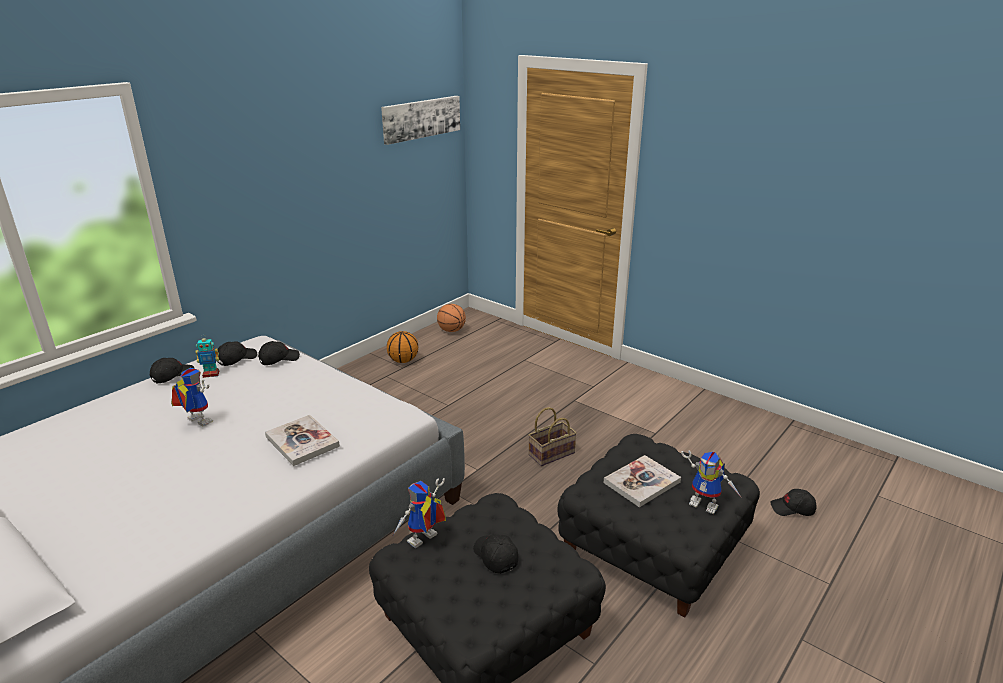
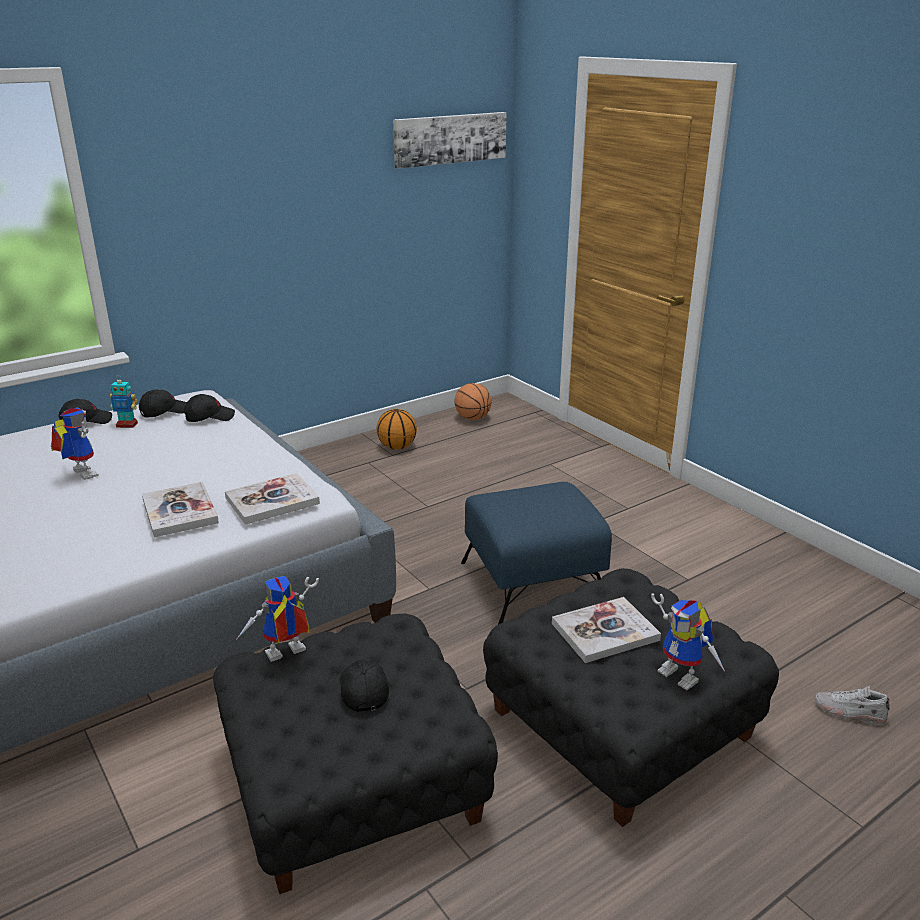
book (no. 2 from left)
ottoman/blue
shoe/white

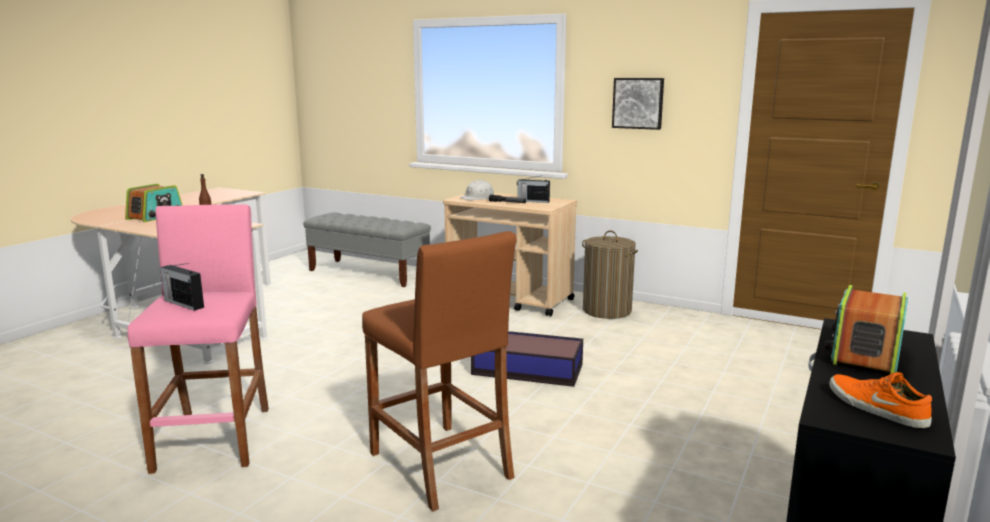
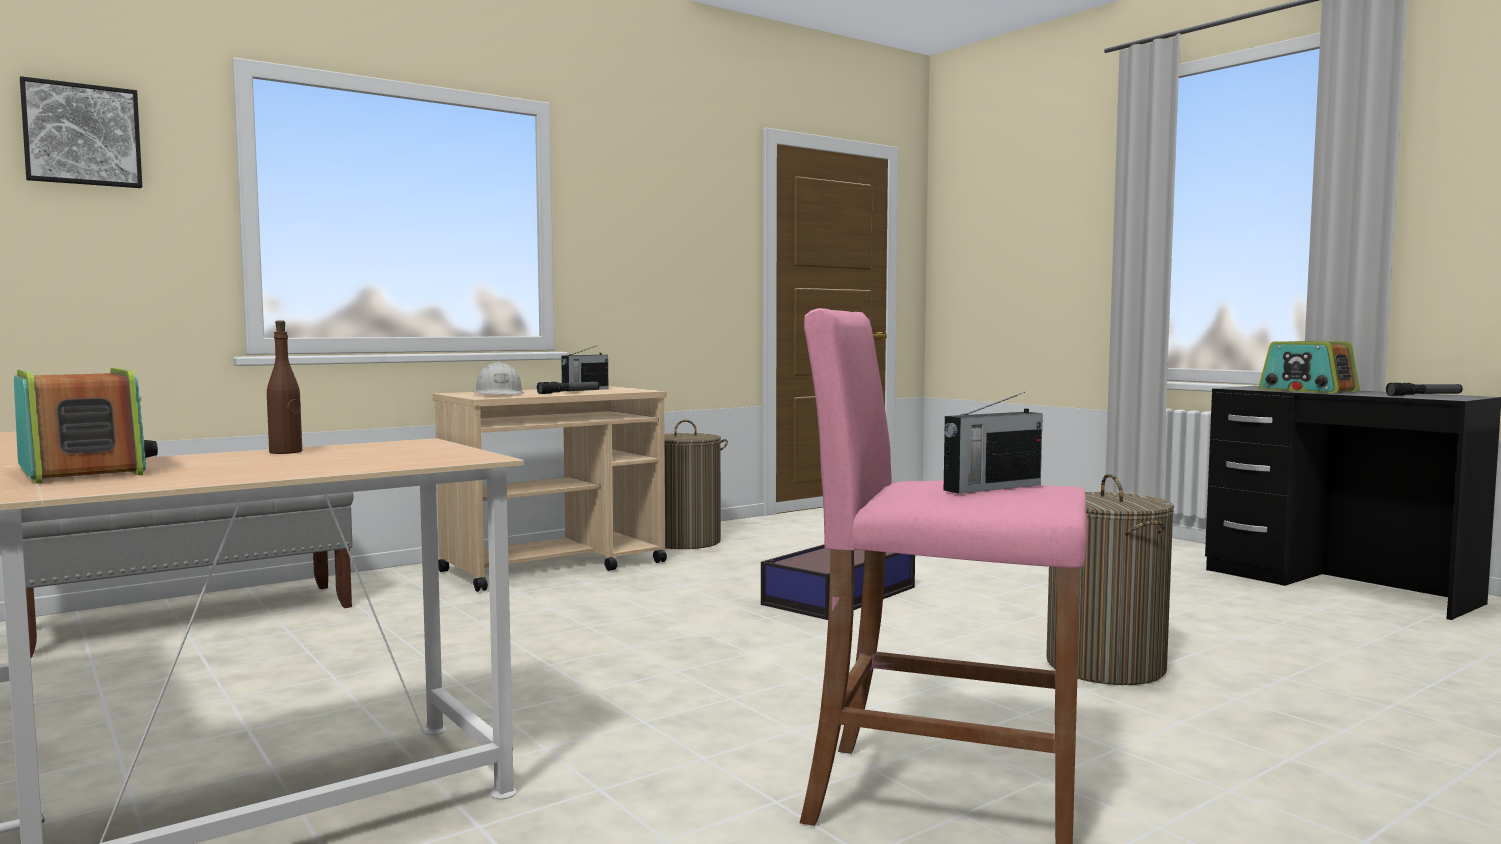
picture
laundry basket (no. 2 from left)
flashlight (no. 2 from left)

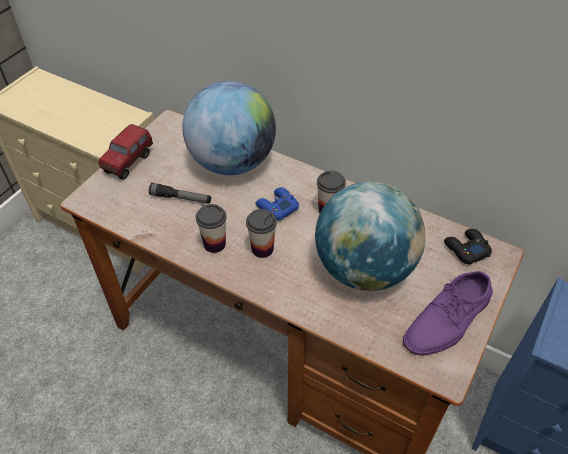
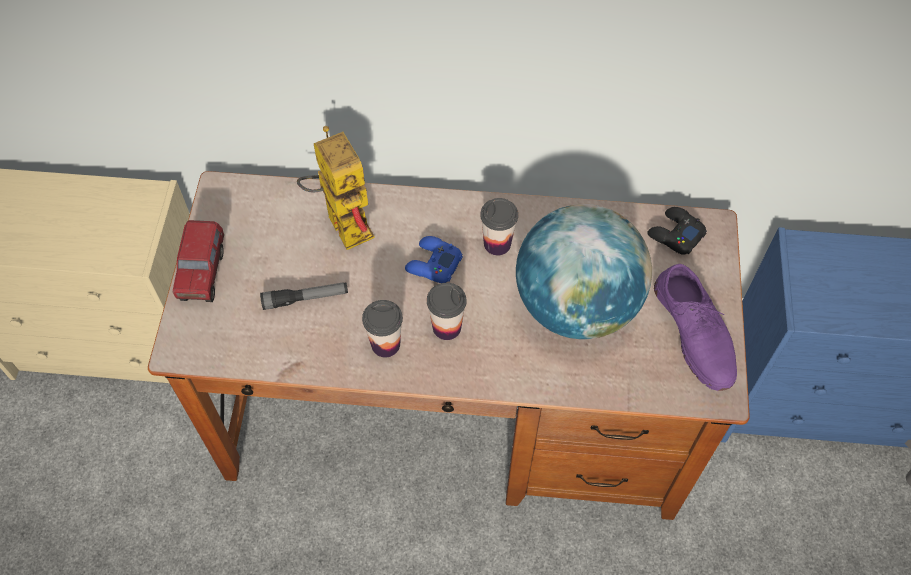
toy robot
shoe/purple

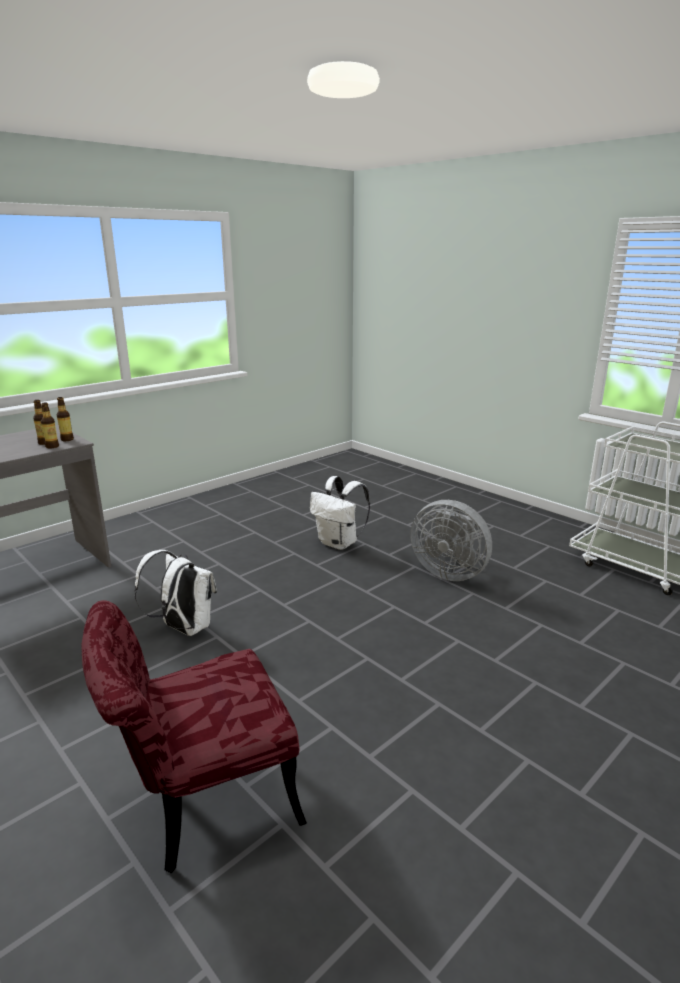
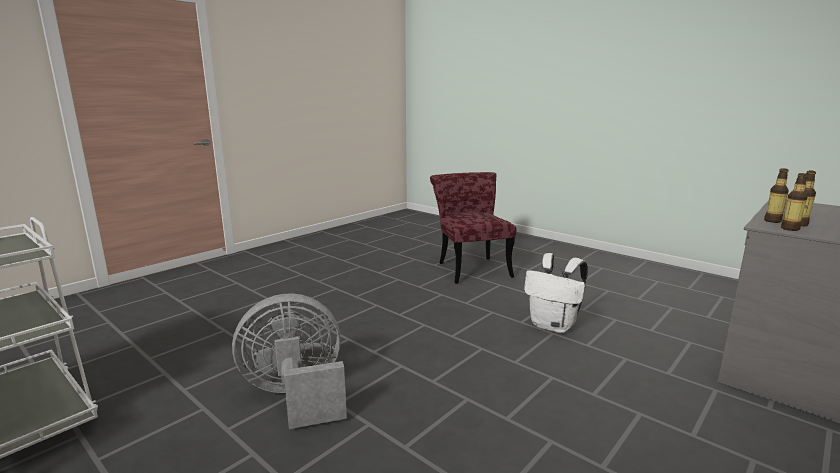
backpack/white (no. 2 from left in the first image)
chair/red
fan/grey

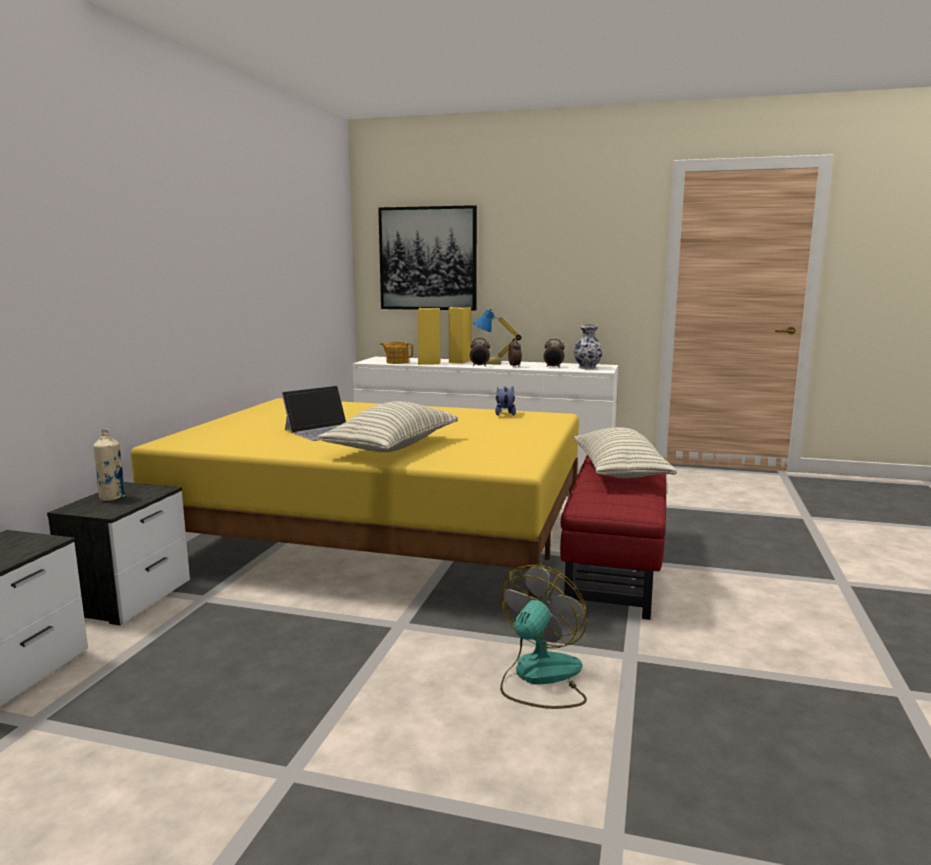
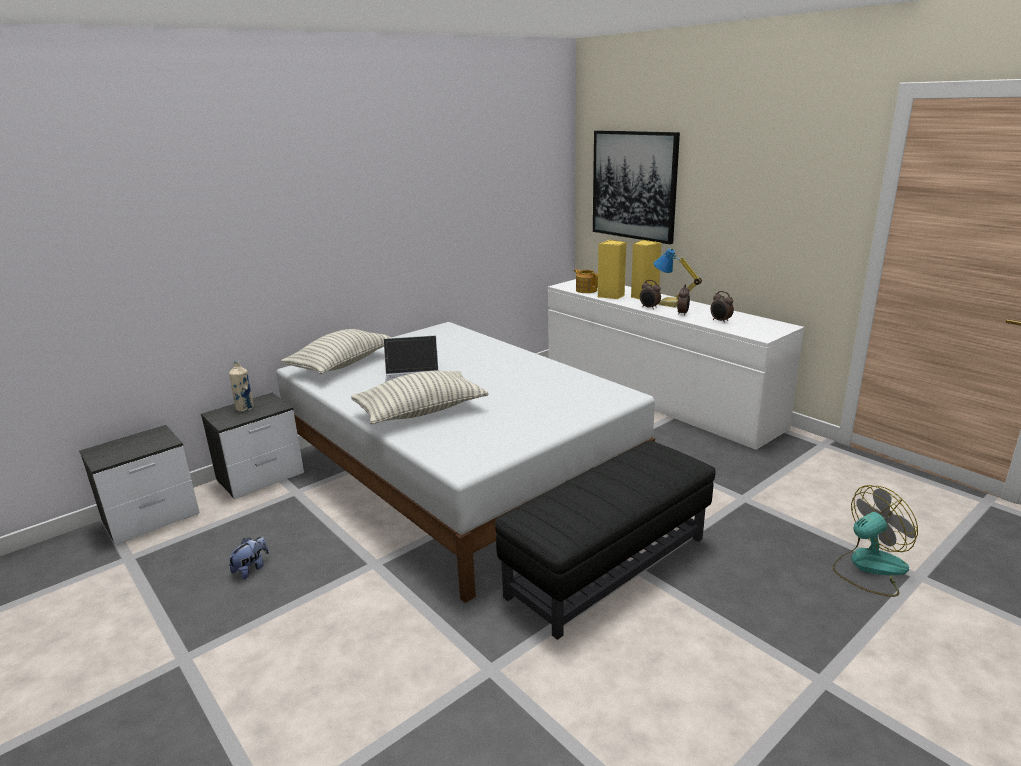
vase
plush toy
fan
pillow (no. 1 from left)
bed/white
ottoman/black

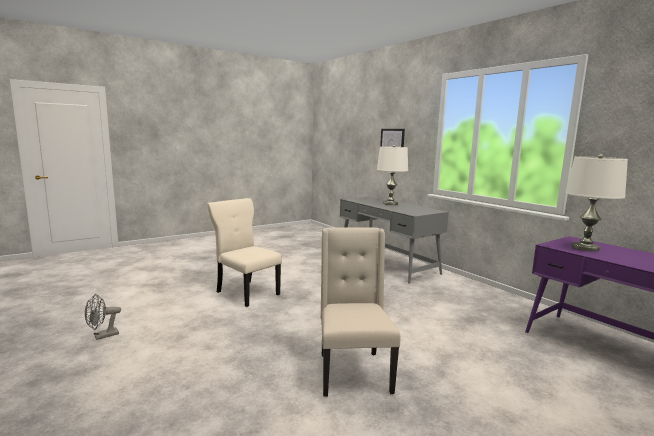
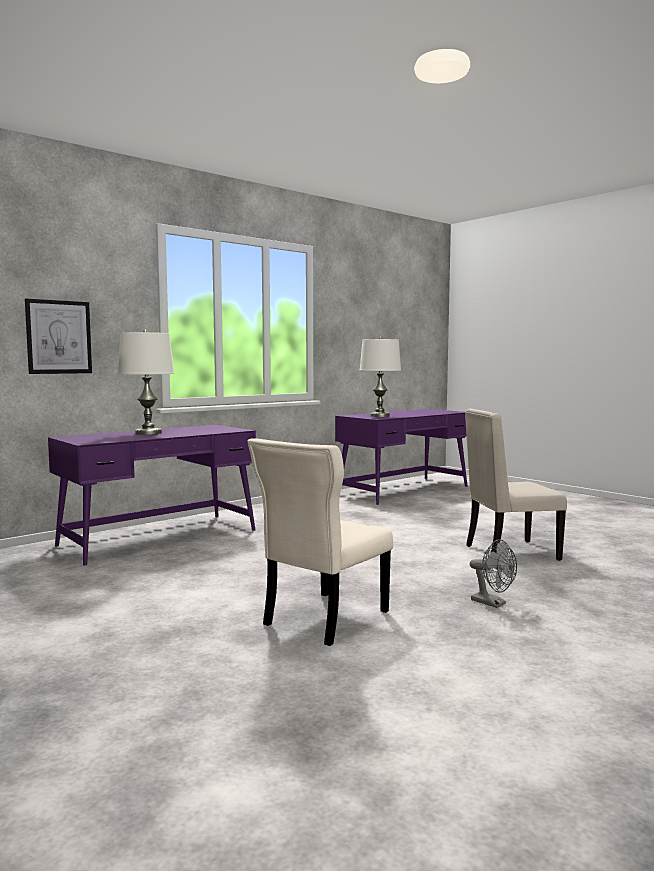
fan/grey
desk/purple (no. 1 from left)

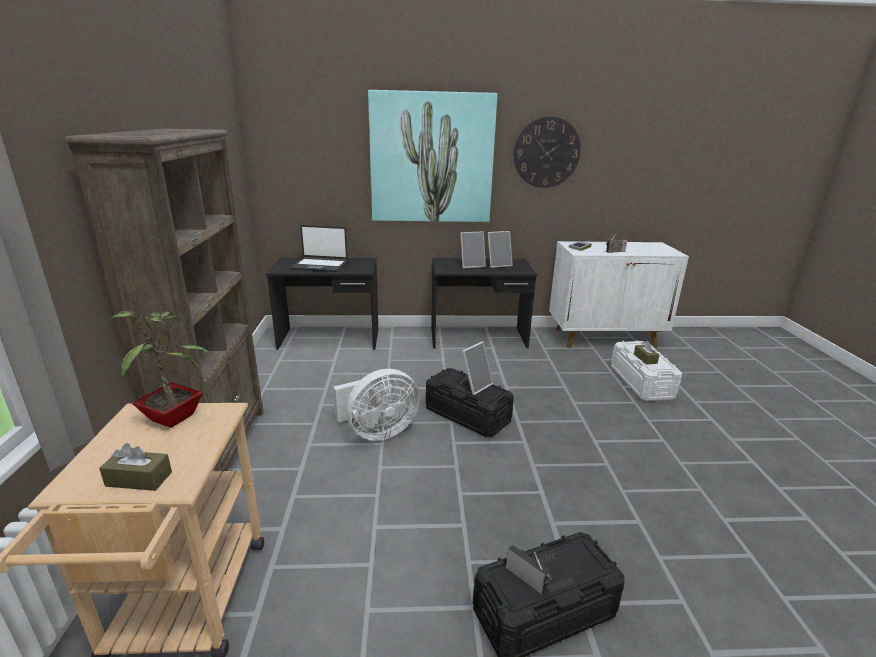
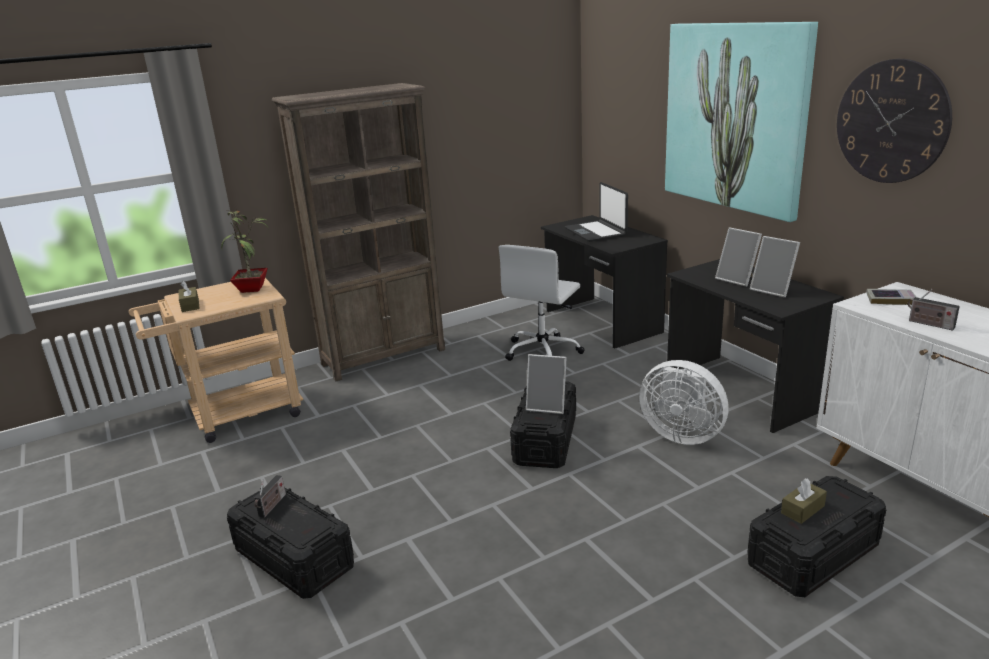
office chair/white
fan/white
storage box/black (no. 3 from left)

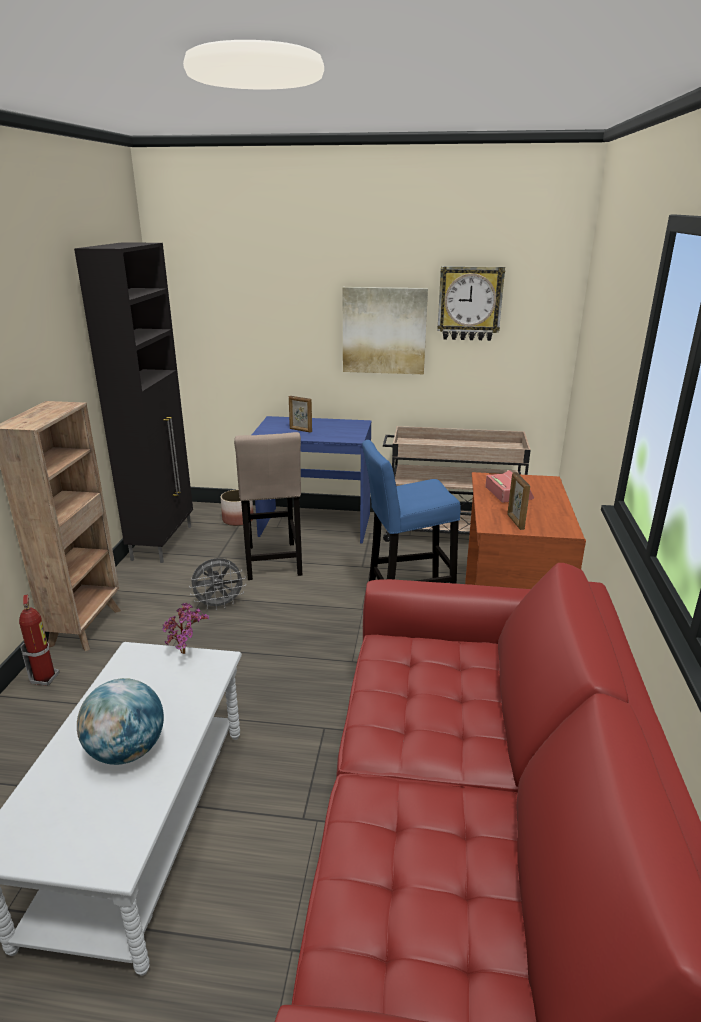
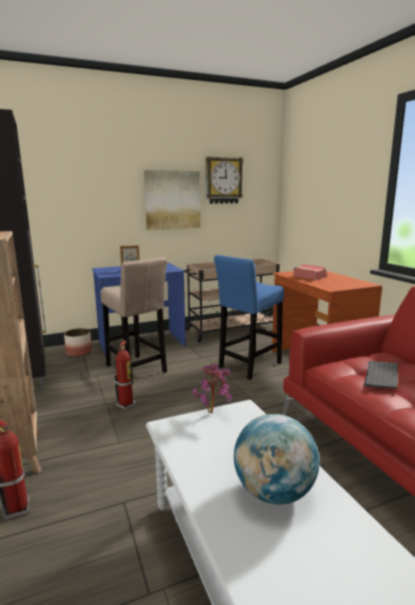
picture frame (no. 2 from left in the first image)
keyboard
fire extinguisher (no. 2 from left)

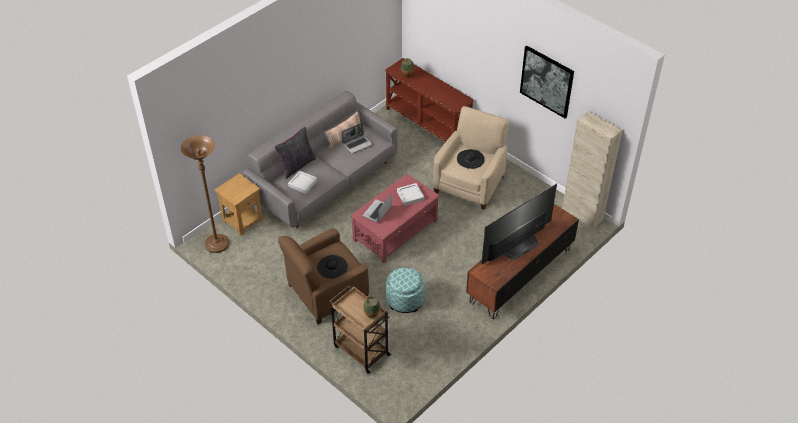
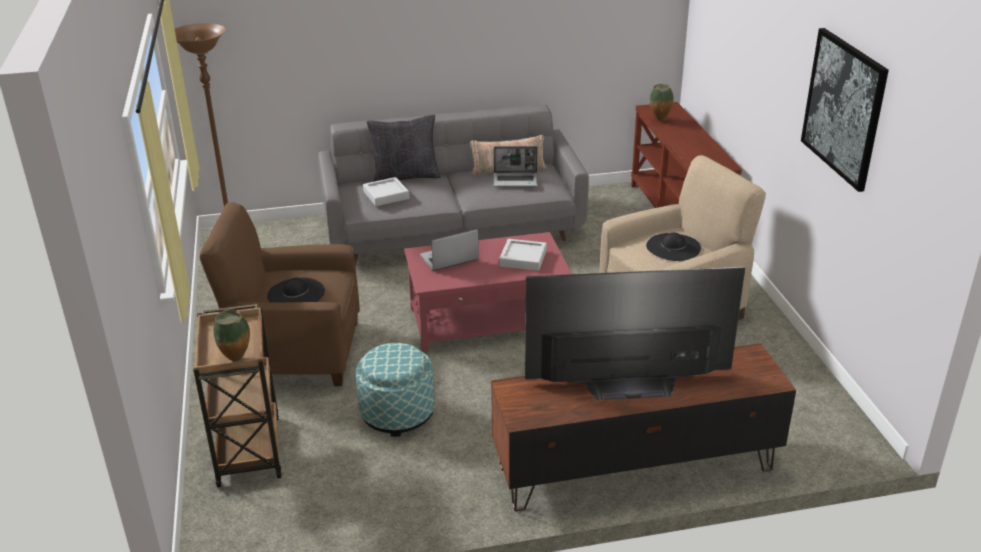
side table/brown
cabinet/beige

